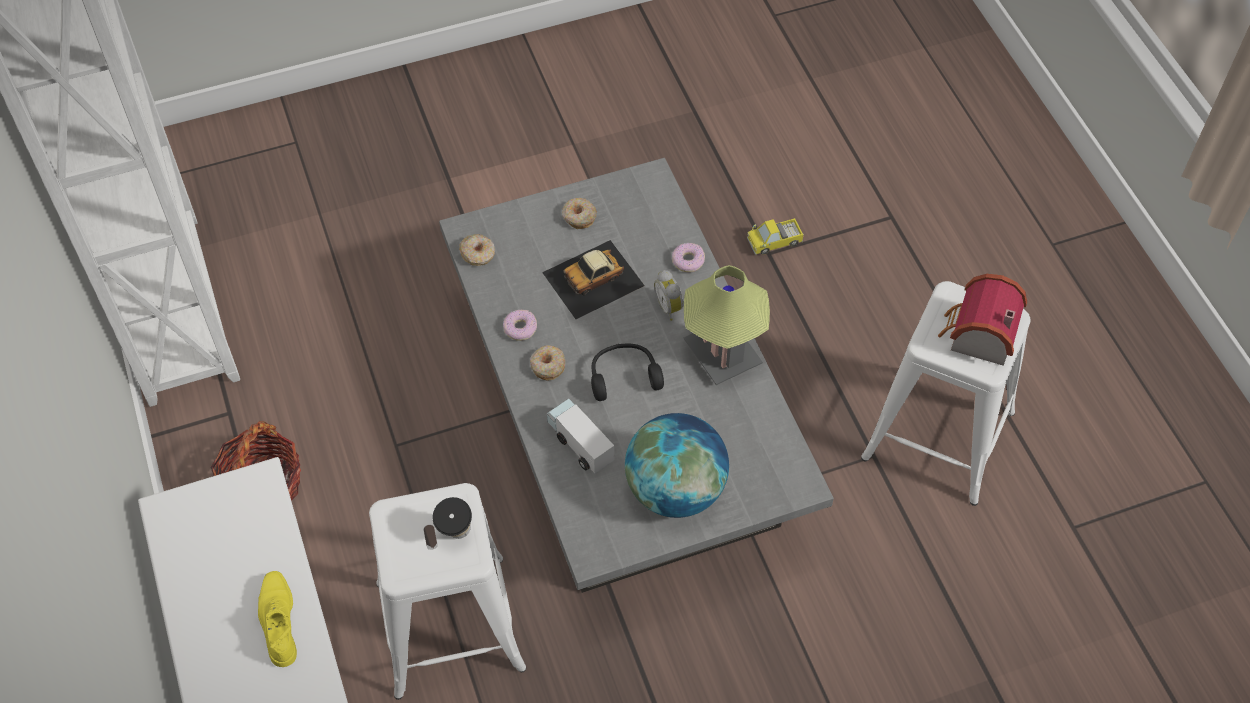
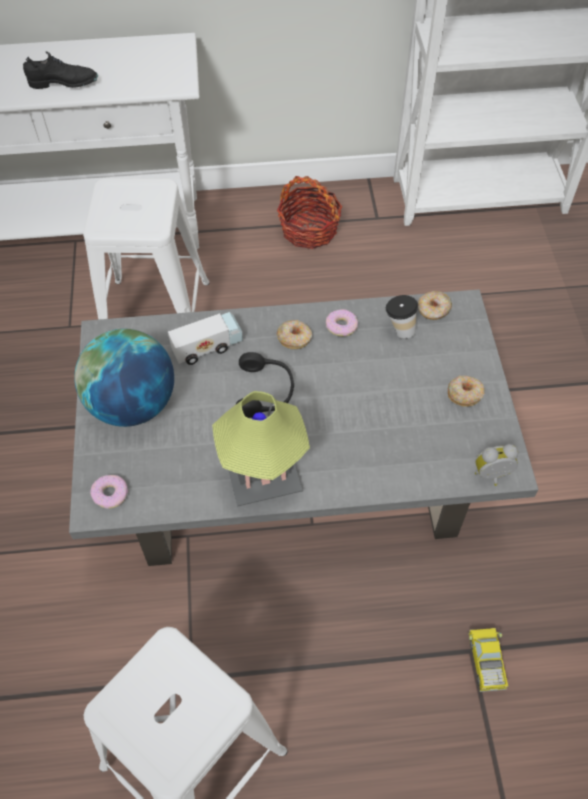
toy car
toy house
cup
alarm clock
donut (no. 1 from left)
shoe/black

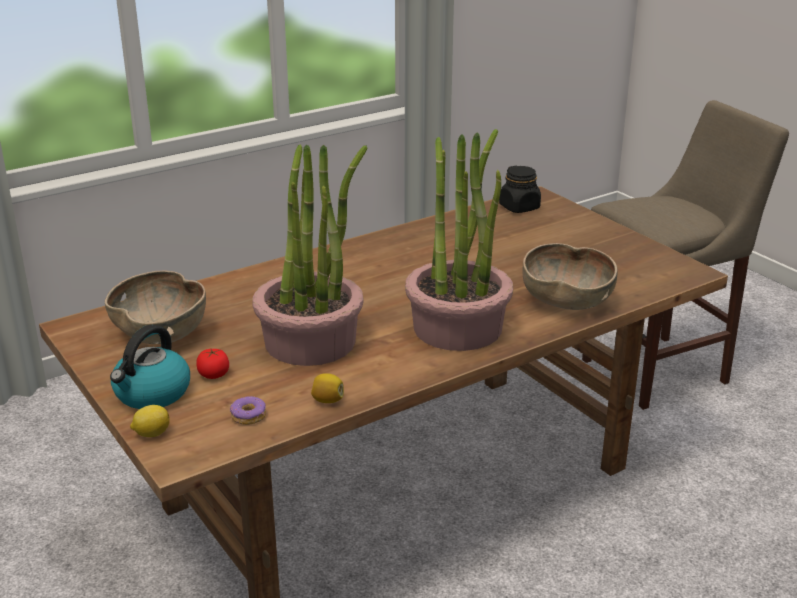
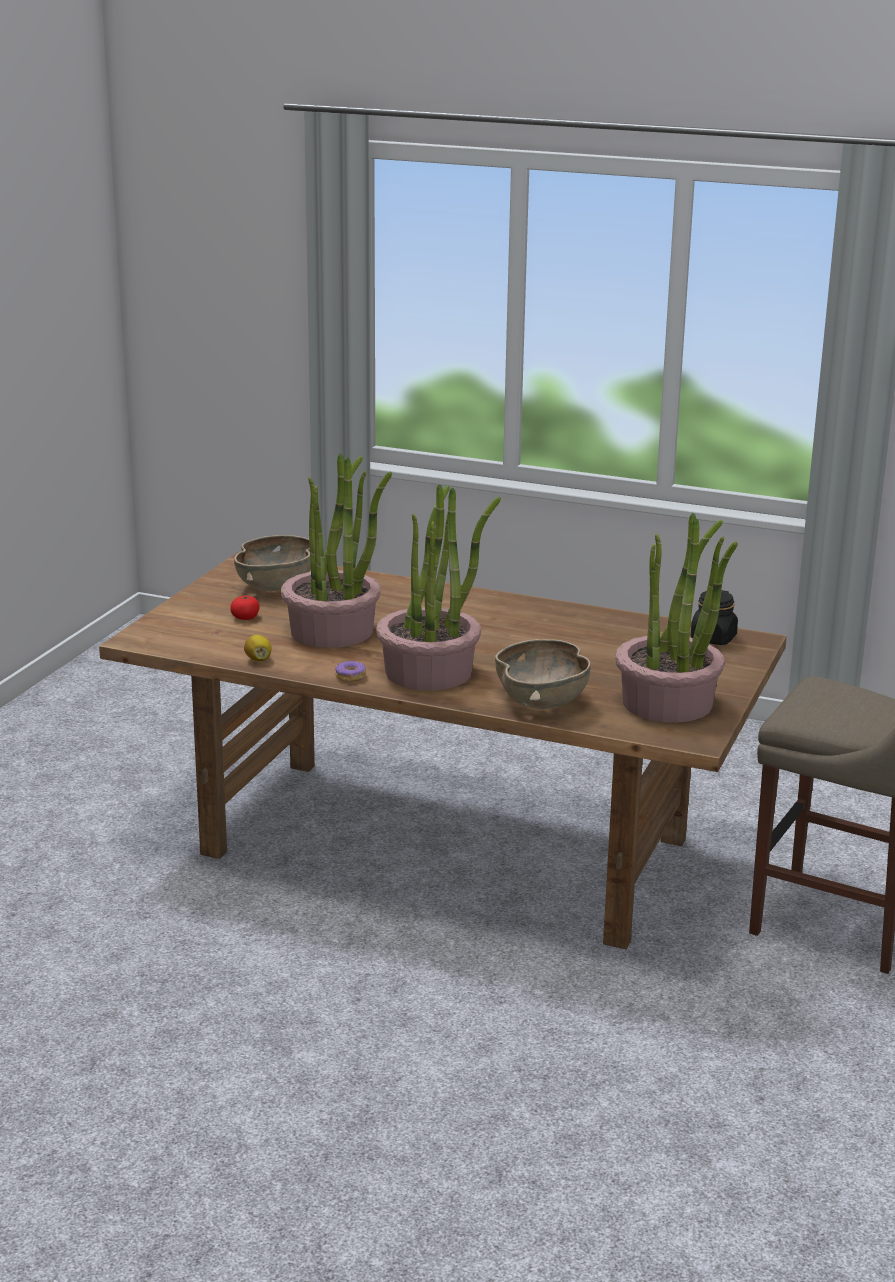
kettle
lemon (no. 1 from left in the first image)
potted plant (no. 3 from left)
donut

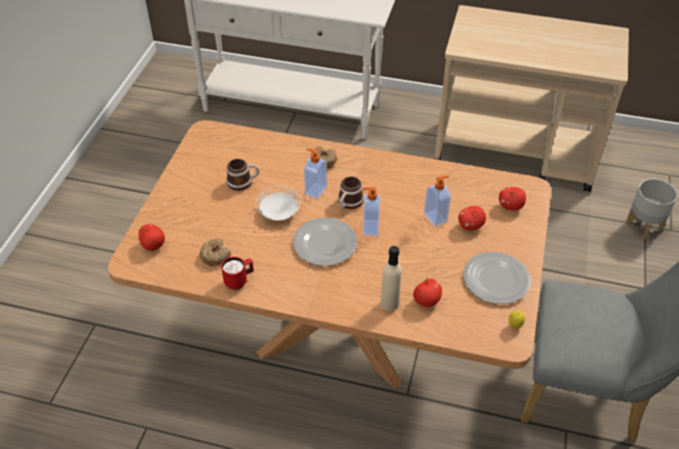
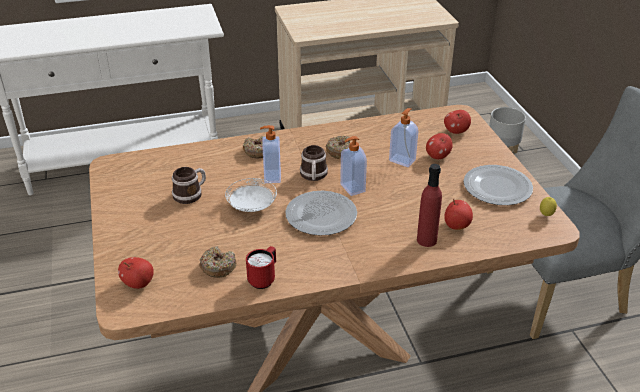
donut (no. 3 from left)
bottle/red

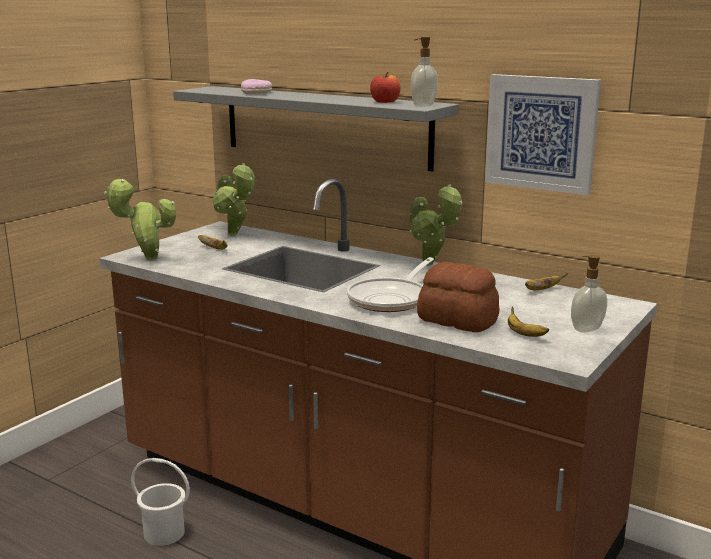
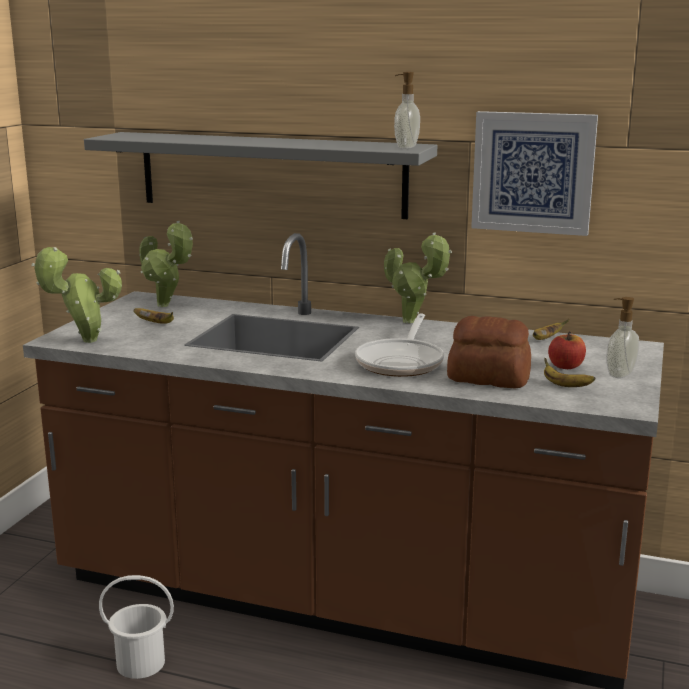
donut
apple

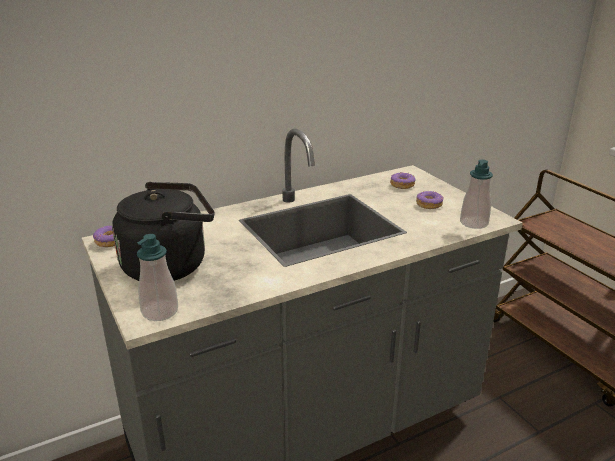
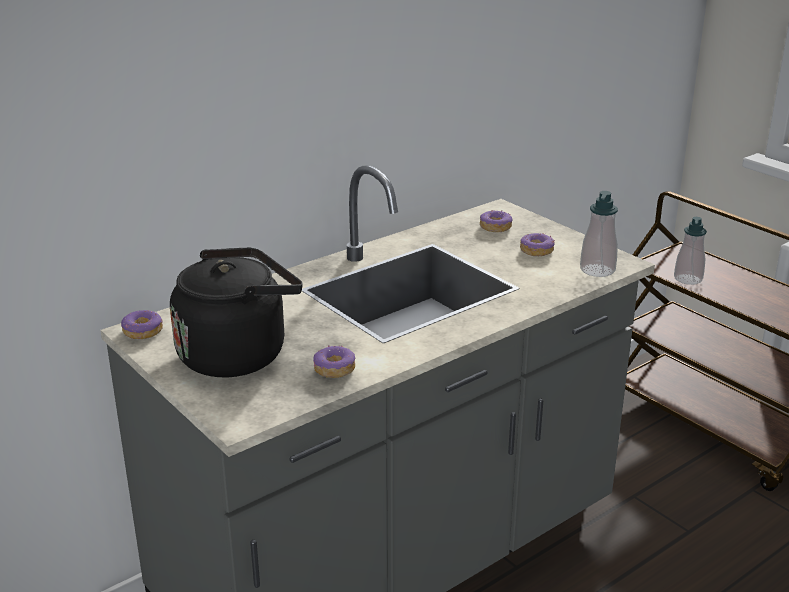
donut (no. 2 from left)
soap dispenser (no. 2 from left)

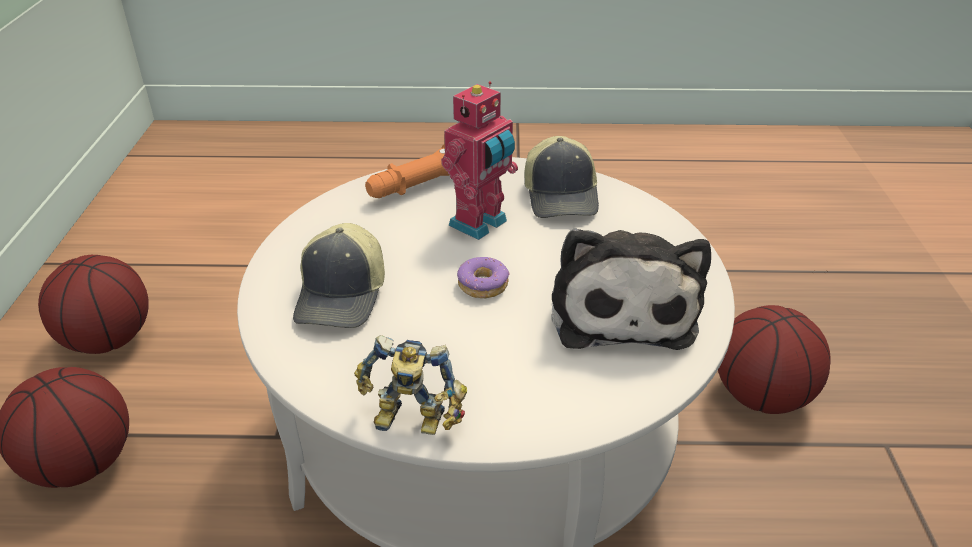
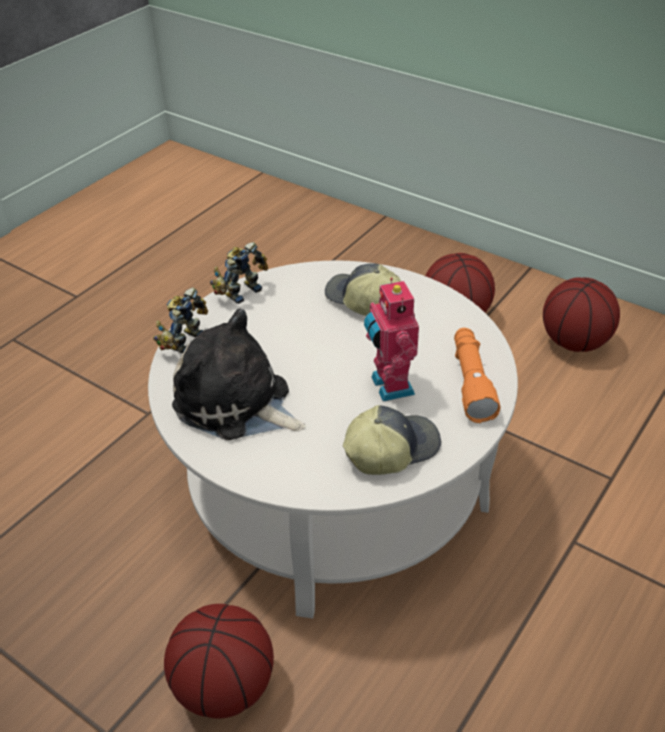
donut
toy robot (no. 1 from left)
cap (no. 2 from left)

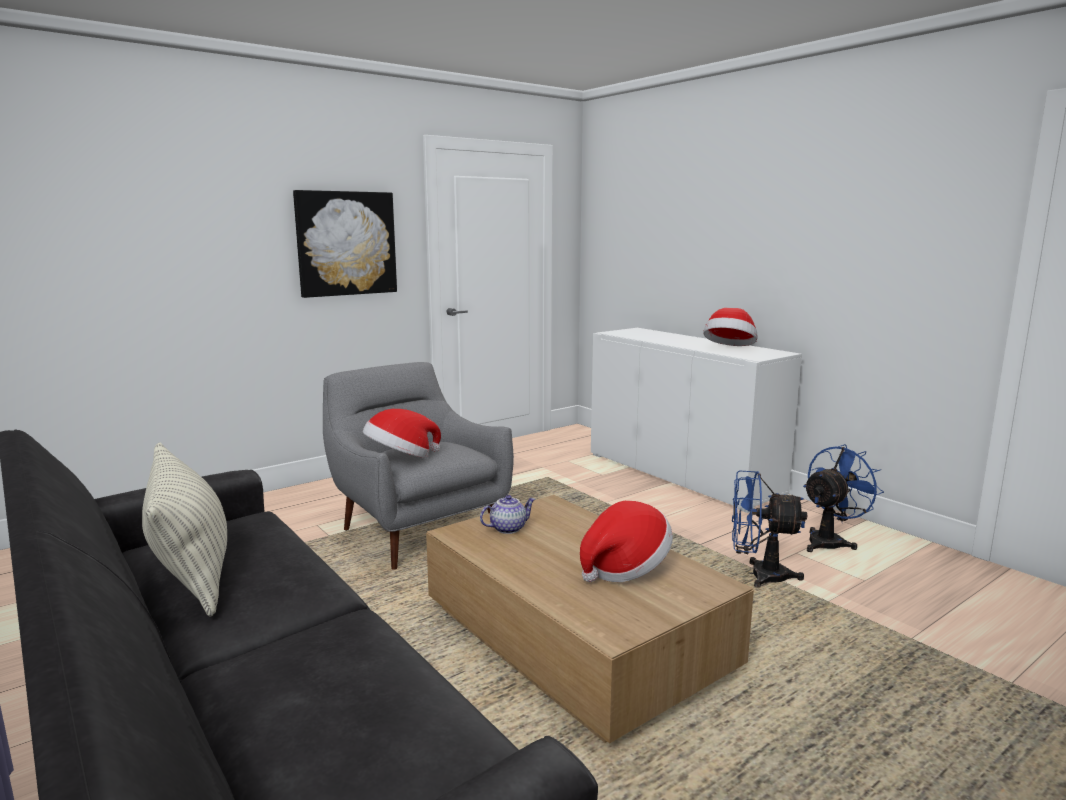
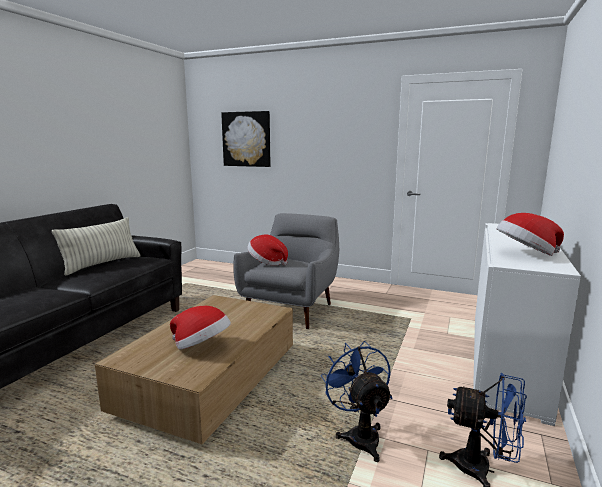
teapot
picture

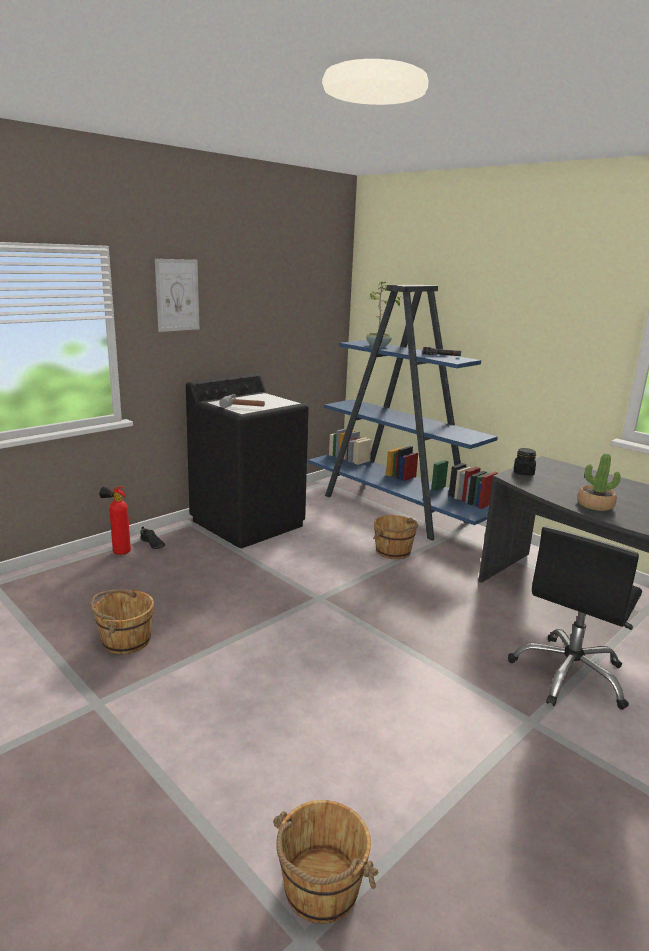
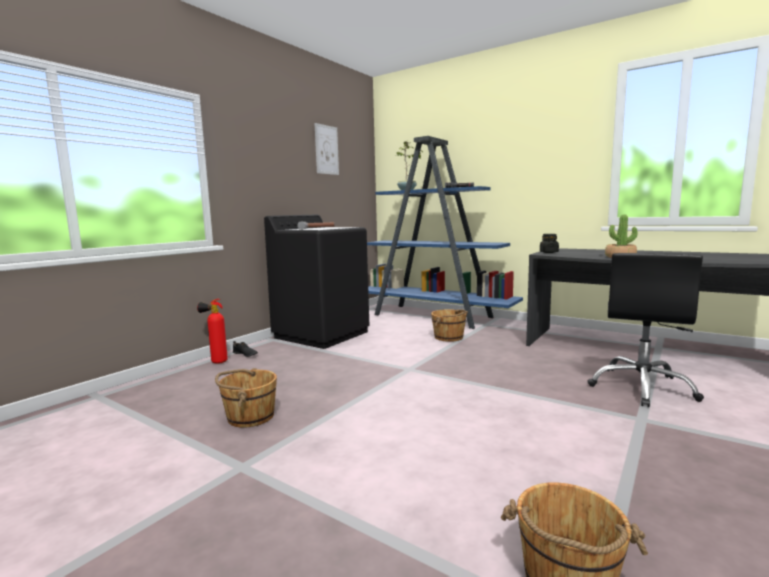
picture

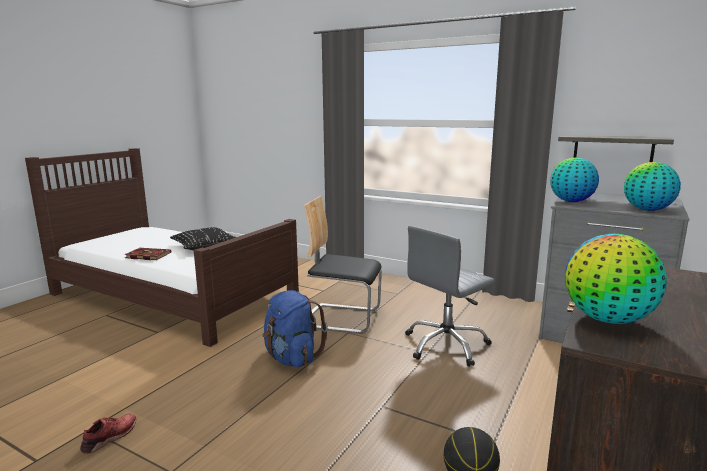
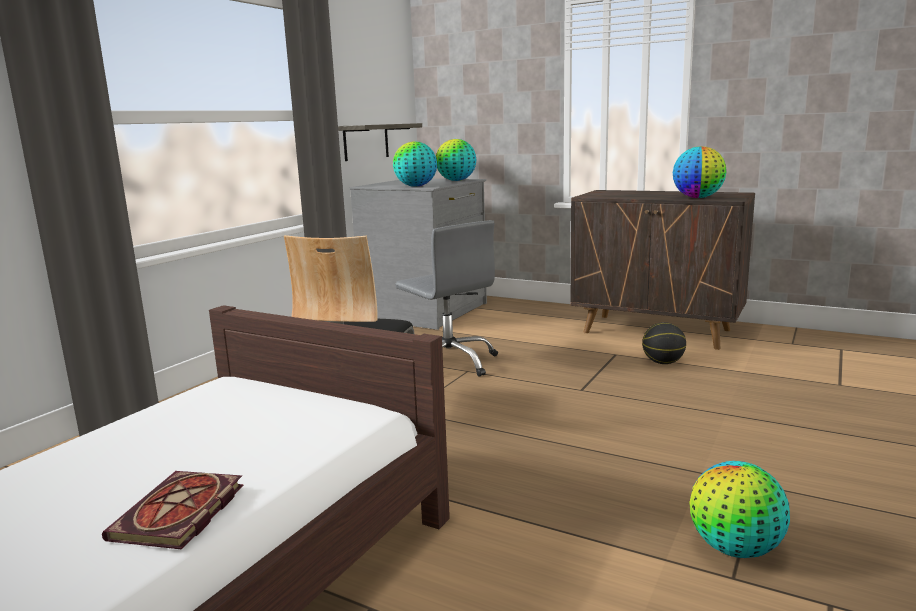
pillow/black
backpack/blue
globe (no. 4 from left)

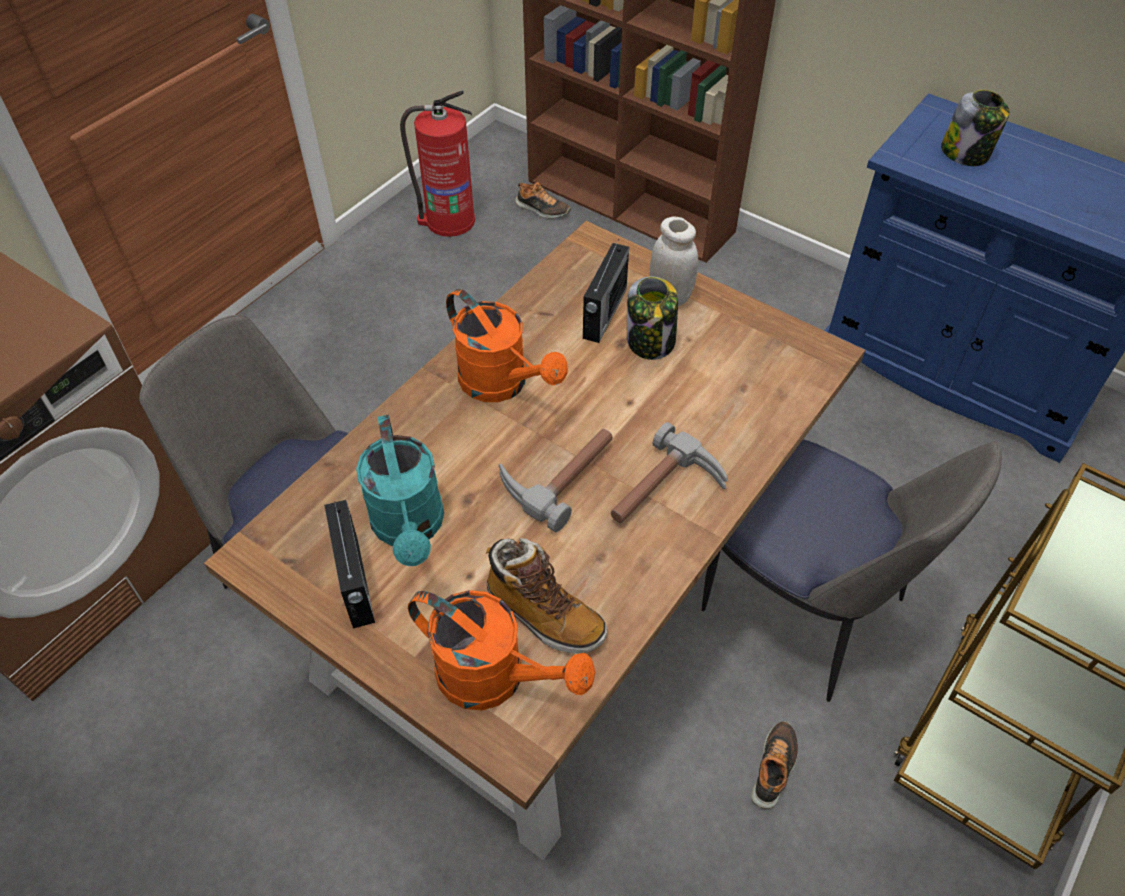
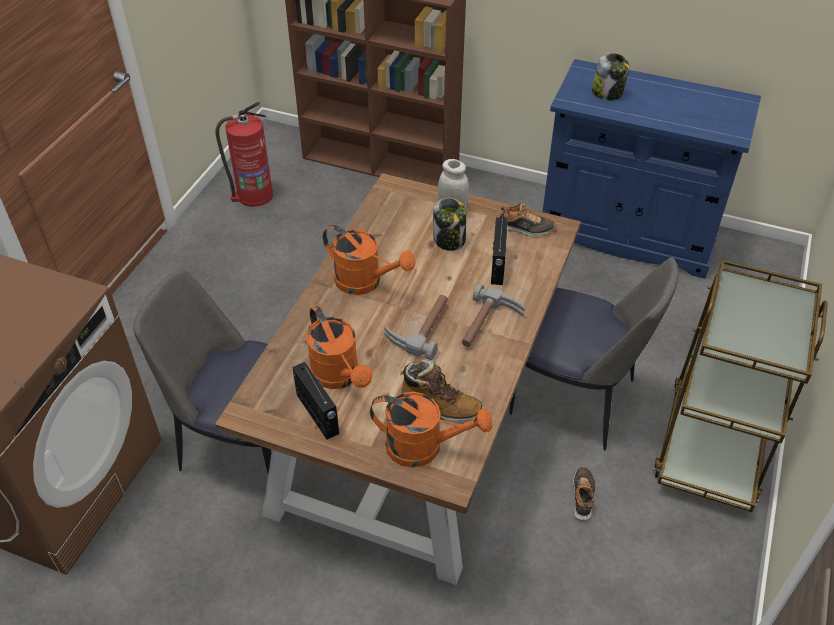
shoe (no. 1 from left)
radio (no. 2 from left)
watering can/orange (no. 1 from left)

